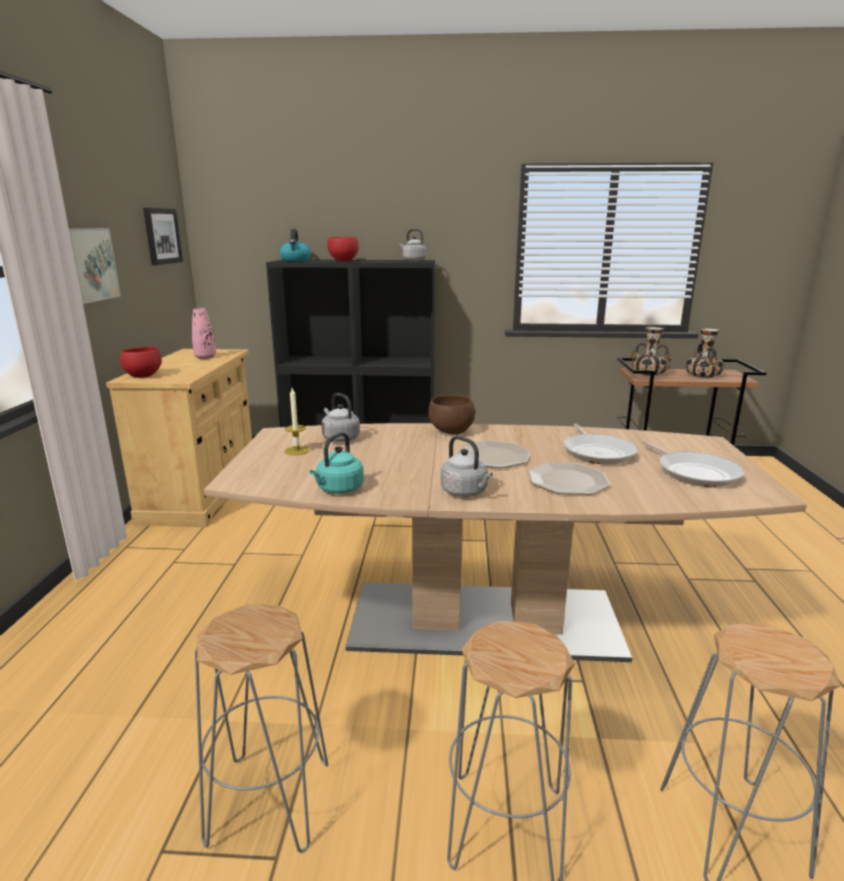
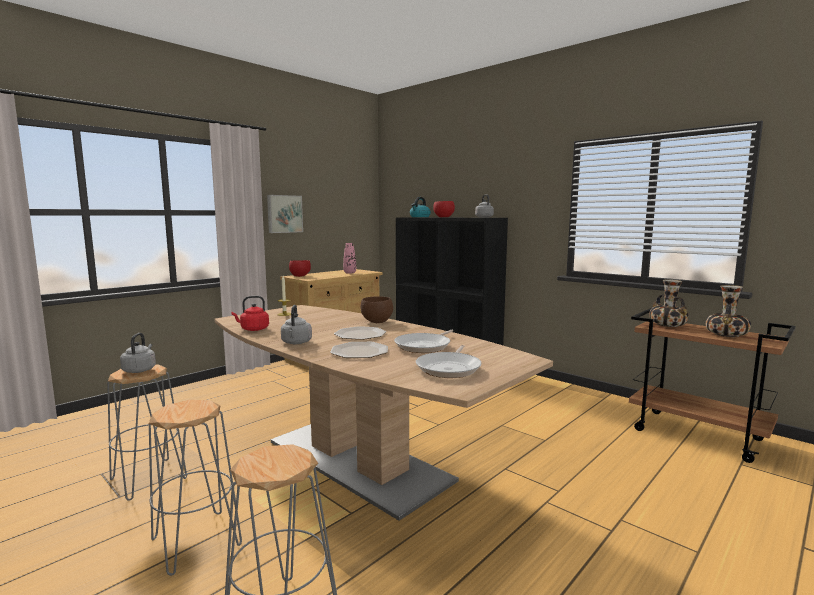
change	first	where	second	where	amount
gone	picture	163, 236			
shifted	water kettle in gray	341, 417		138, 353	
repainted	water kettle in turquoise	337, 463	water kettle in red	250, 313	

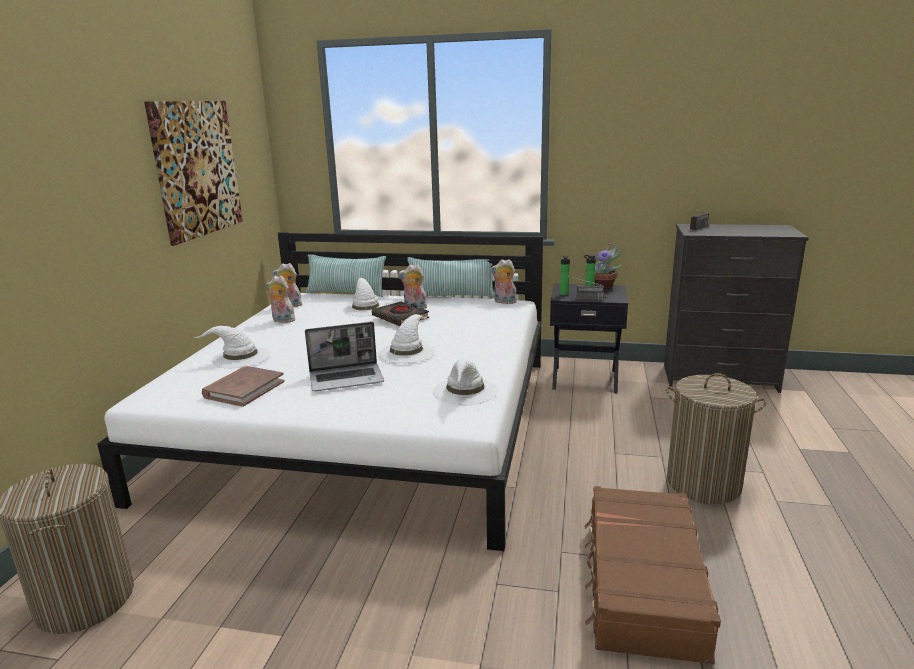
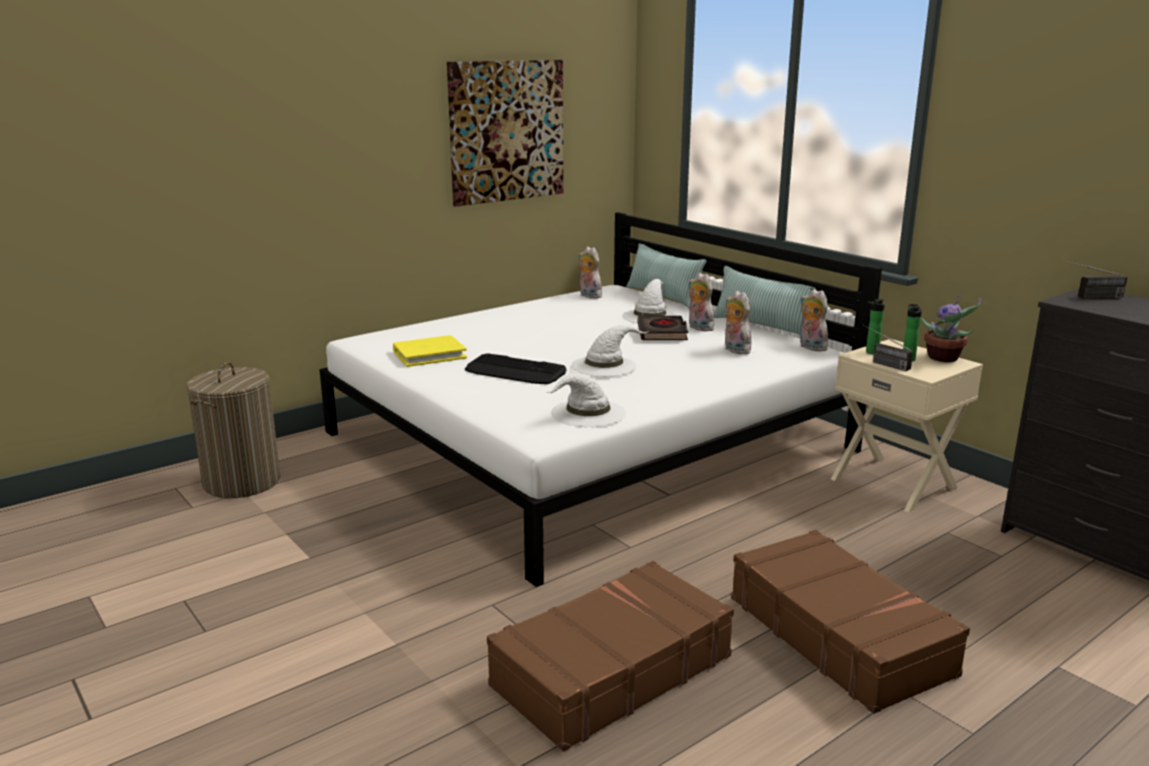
change	first	where	second	where	amount
shifted	plush toy	280, 299		738, 322	
repainted	bedside table in black-coloured	589, 338	bedside table in beige-coloured	907, 426	
swapped	portable computer	344, 356	computer keyboard	516, 368	
gone	wearable hat in whitish	232, 347			
repainted	volume in brown	243, 386	volume in yellow	430, 351	
swapped	laundry basket	716, 438	suitcase in brown	850, 622	

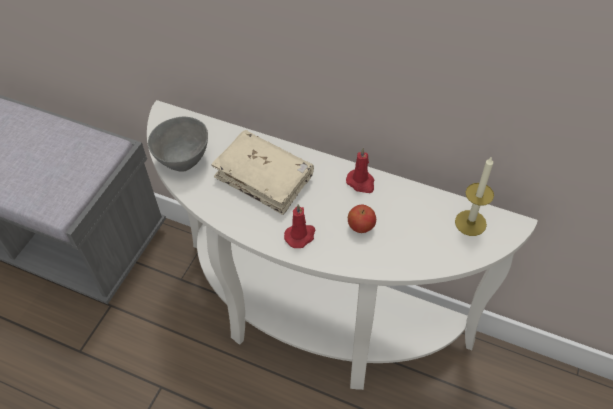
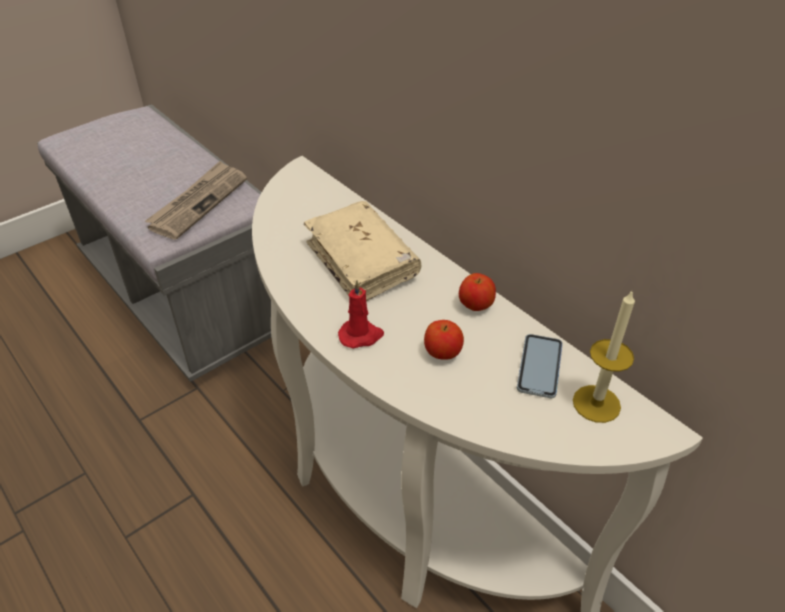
change	first	where	second	where	amount
gone	serving bowl in gray	178, 144			
swapped	candle in red	360, 170	apple	477, 292	
new			daily paper	196, 200	
new			handset	540, 366	

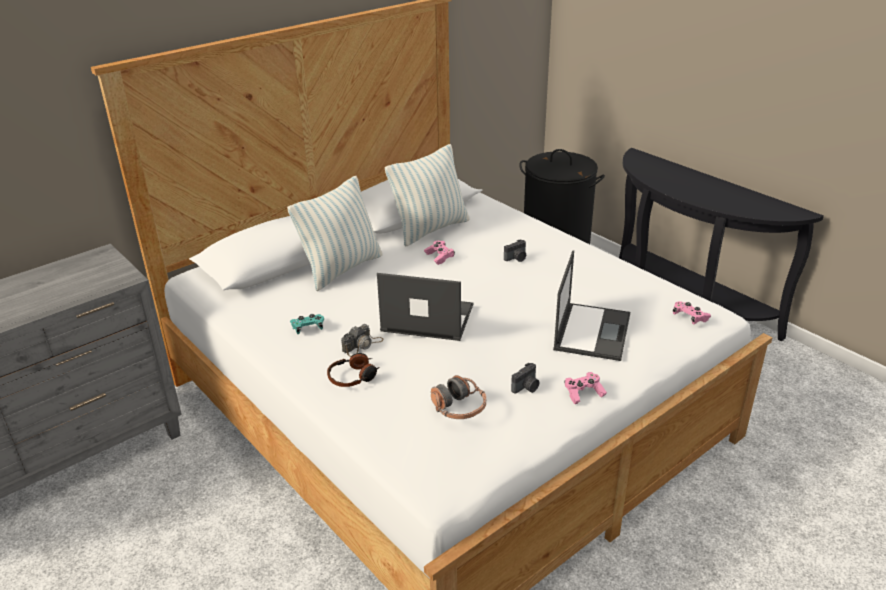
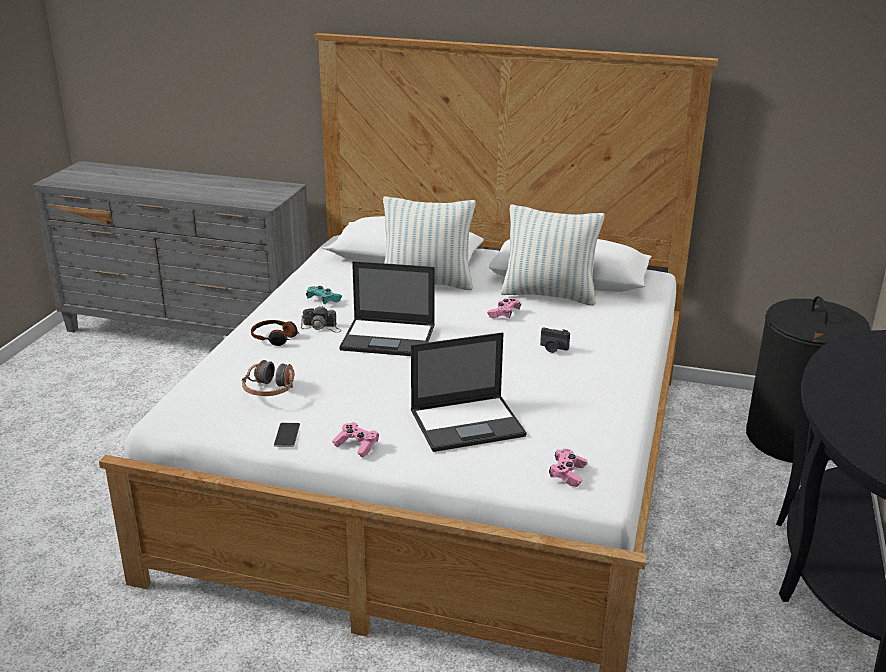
change	first	where	second	where	amount
rotated	portable computer	425, 307		387, 308	120 degrees clockwise
gone	photo camera	525, 378			
new			handset	287, 435	

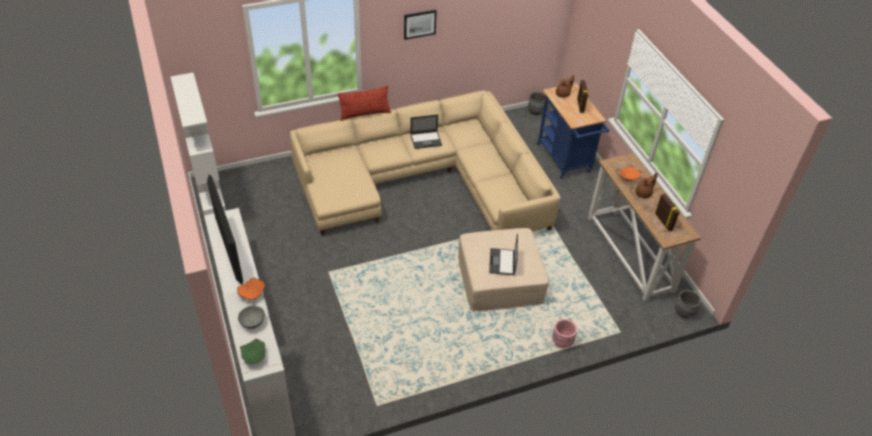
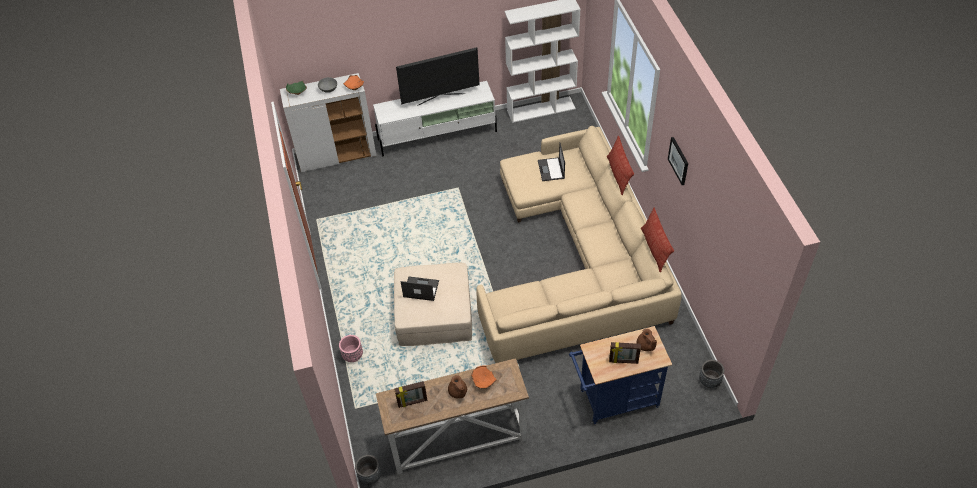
change	first	where	second	where	amount
shifted	portable computer	426, 131		551, 161	
new			cushion	657, 240	

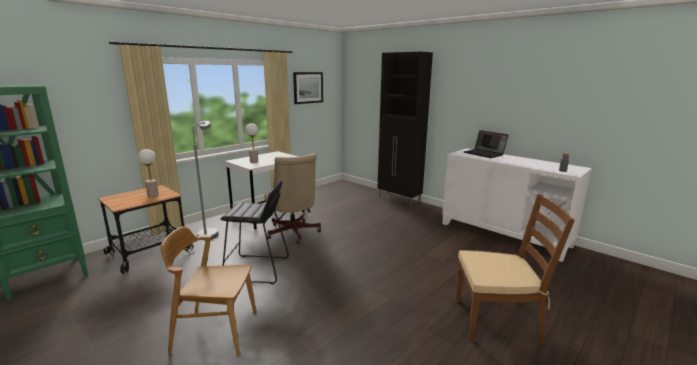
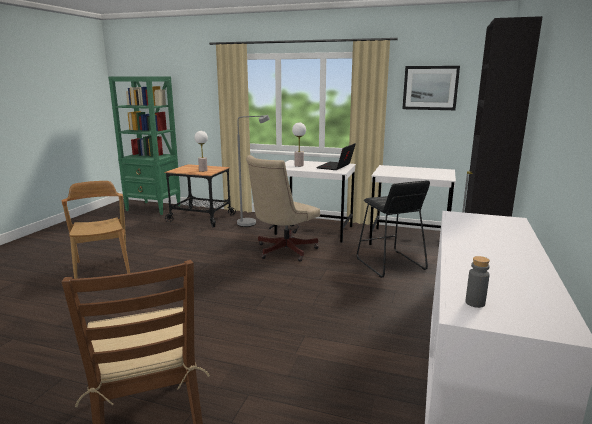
change	first	where	second	where	amount
shifted	portable computer	486, 144		336, 156	
shifted	stool in black-coloured	254, 232		393, 229	
new			desk in whitish	412, 205	

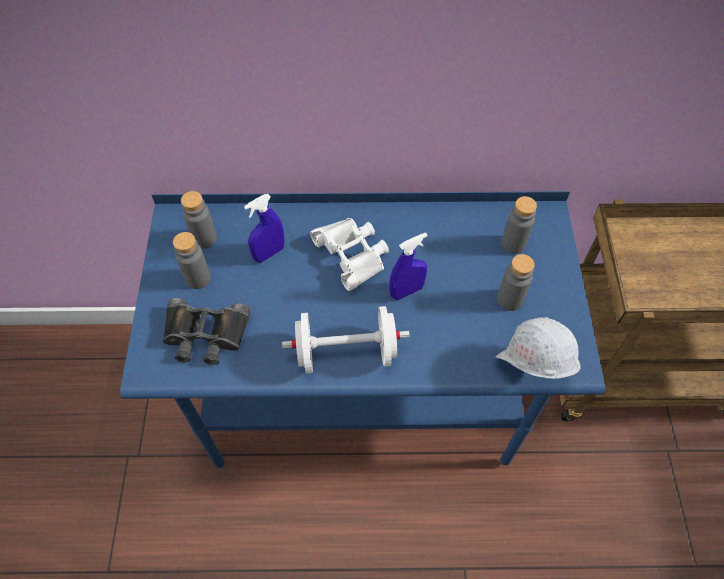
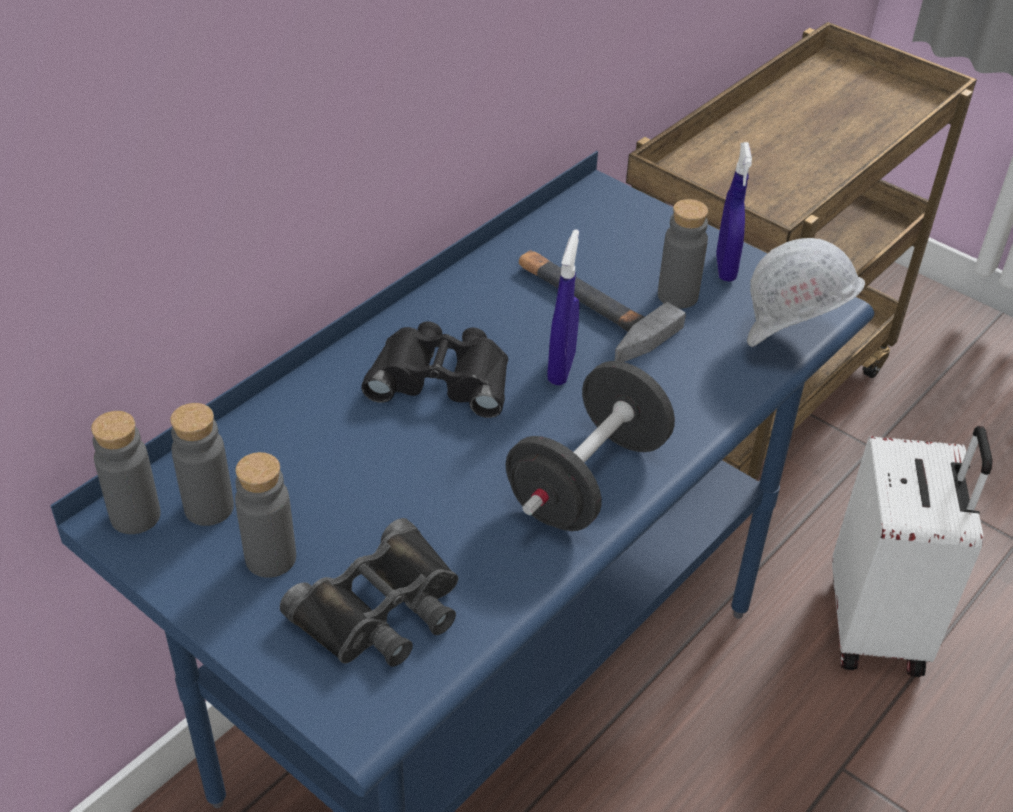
change	first	where	second	where	amount
shifted	hand sprayer in blue	264, 228		734, 211	
shifted	bottle in gray	519, 225		126, 472	
repainted	binoculars in whitish	349, 254	binoculars in black-coloured	434, 369	
repainted	dumbbell in whitish	346, 339	dumbbell in black-coloured	590, 446	
new			tool hammer	602, 306	
new			suitcase in whitish	912, 551	

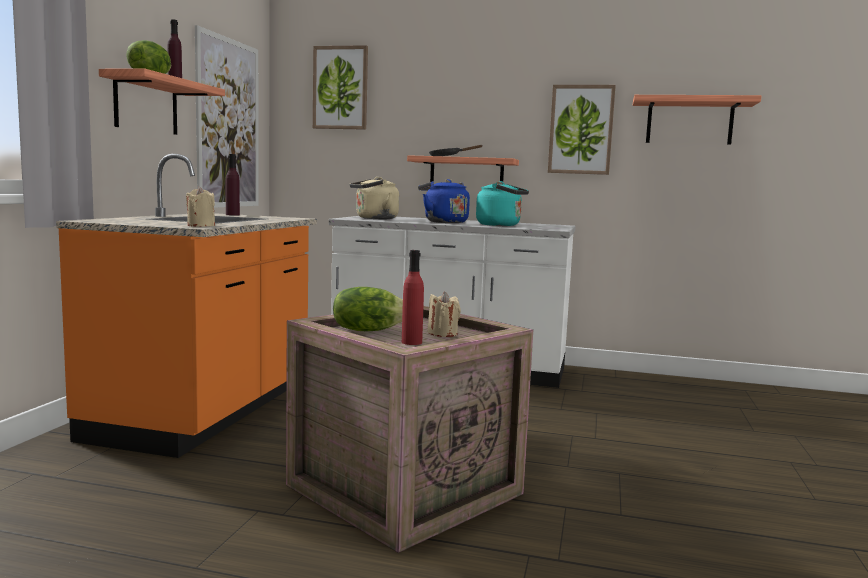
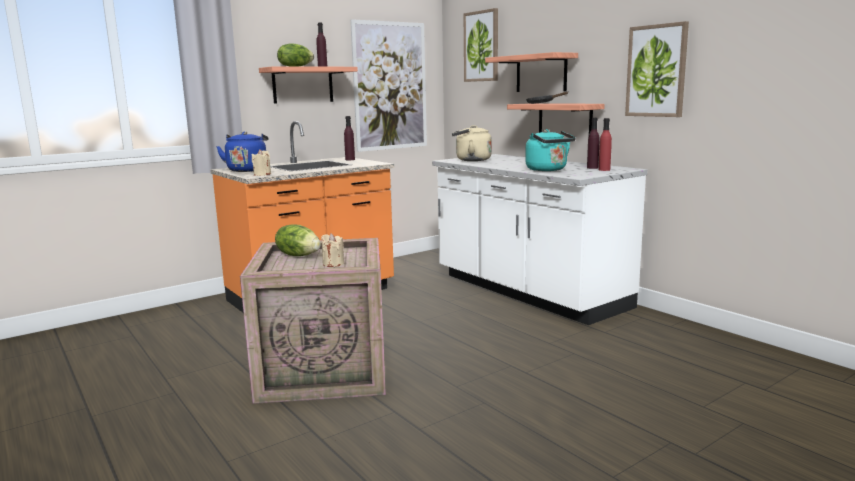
change	first	where	second	where	amount
shifted	wall shelf	697, 120		531, 72	
shifted	water kettle in blue	444, 201		242, 151	
shifted	bottle in red	413, 297		605, 144	
new			bottle in purple-coloured	593, 143	

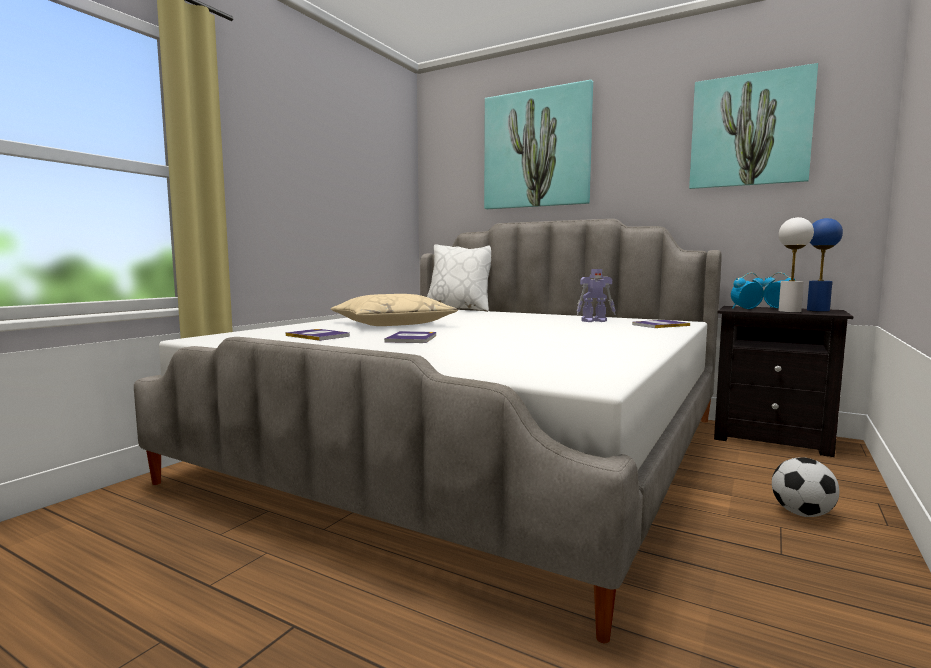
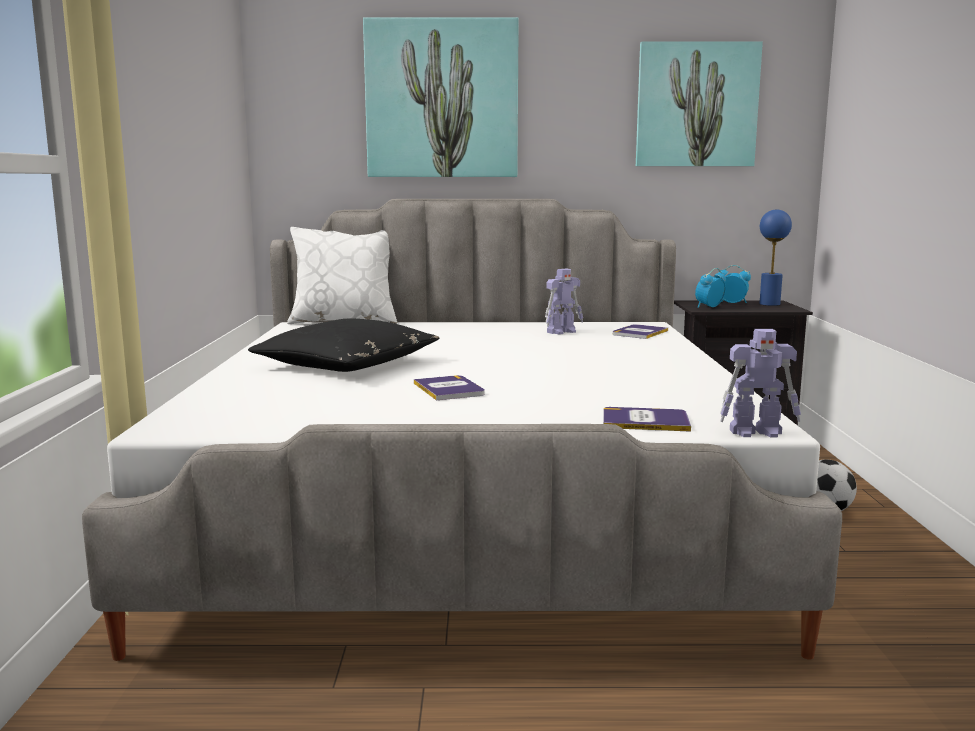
change	first	where	second	where	amount
gone	table lamp in whitish	796, 264			
repainted	cushion in beige-coloured	394, 310	cushion in black-coloured	343, 345	
shifted	volume	318, 335		647, 419	
new			toy robot	760, 383	

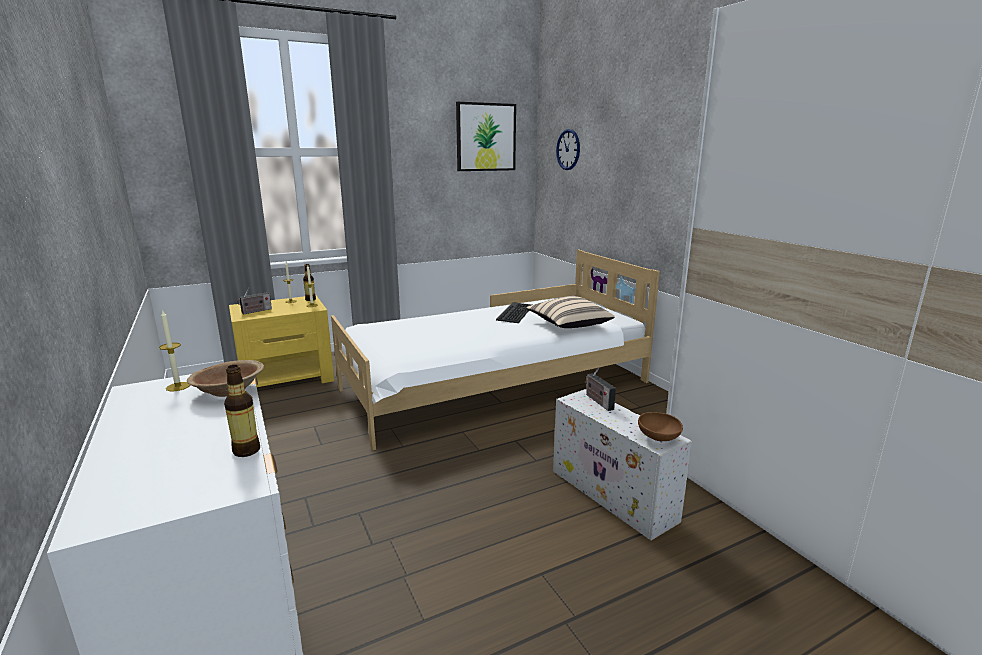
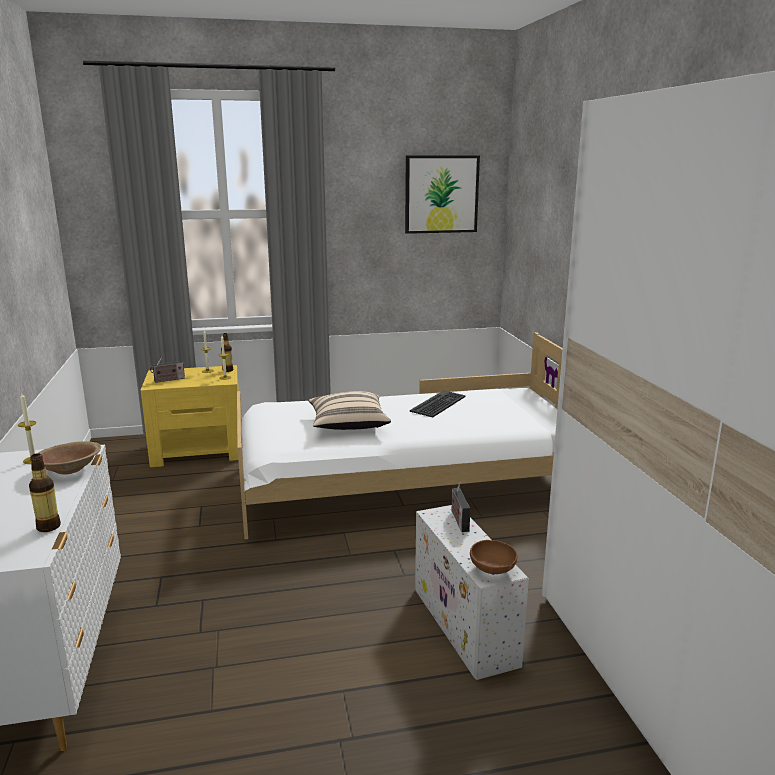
change	first	where	second	where	amount
gone	clock on the wall	568, 149			
shifted	cushion in beige-coloured	570, 312		350, 410	

